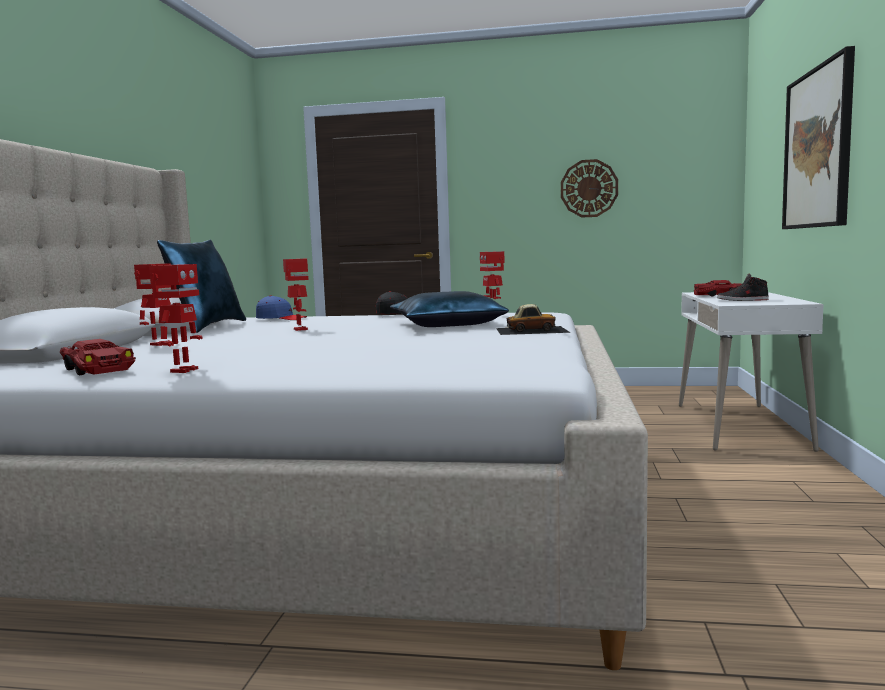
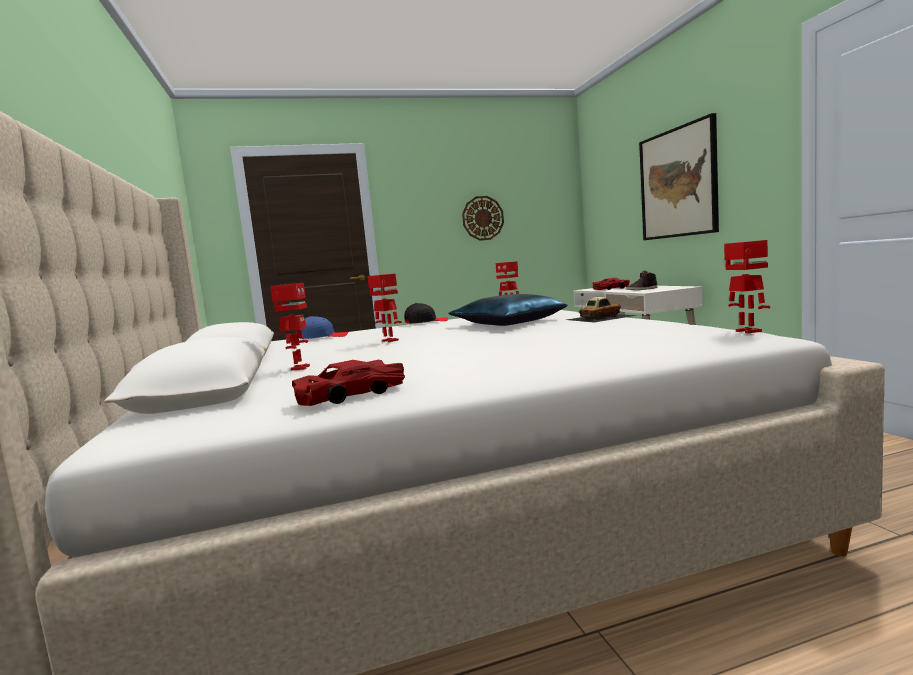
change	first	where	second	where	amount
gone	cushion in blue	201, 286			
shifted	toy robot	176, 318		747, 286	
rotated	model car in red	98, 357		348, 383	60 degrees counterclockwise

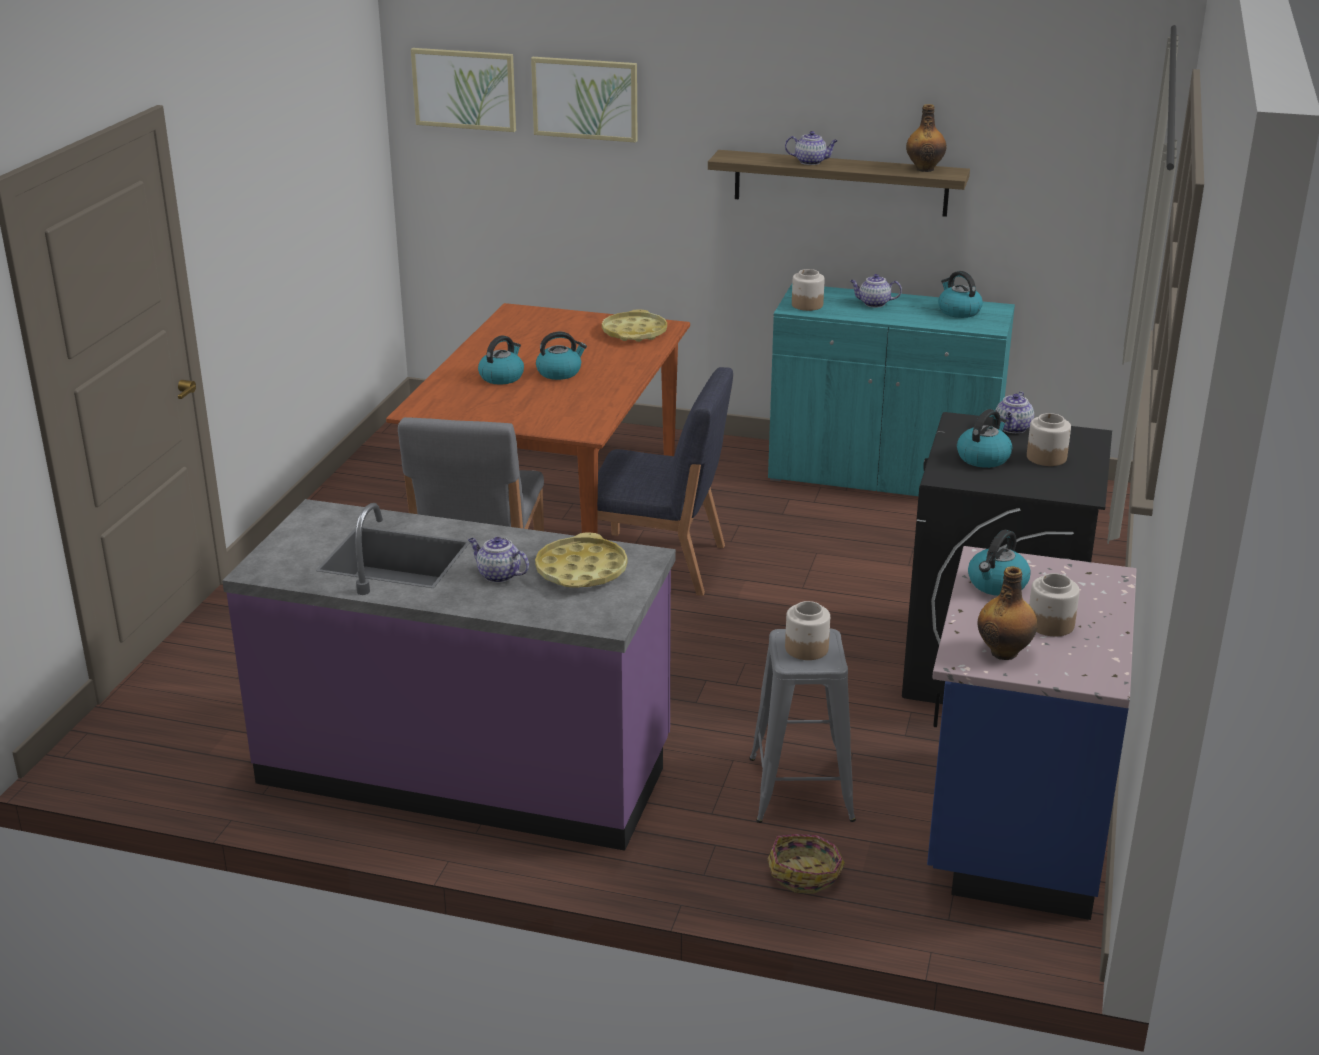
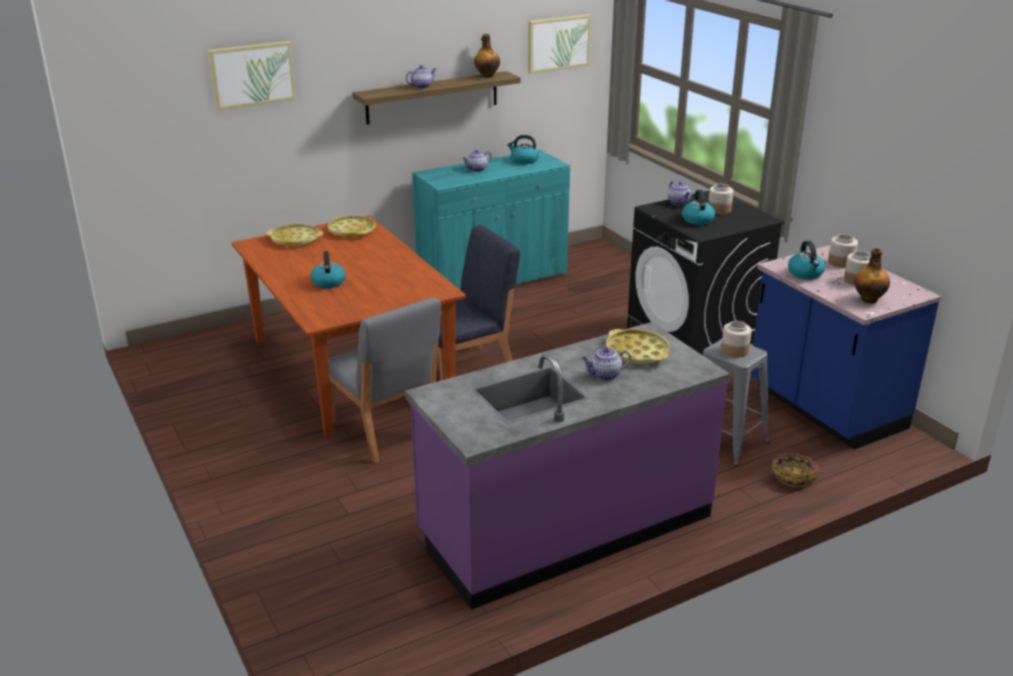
change	first	where	second	where	amount
shifted	picture	463, 90		559, 44	
shifted	storage jar	808, 290		843, 251	
gone	water kettle	561, 355			
new			tray in yellow	295, 235	

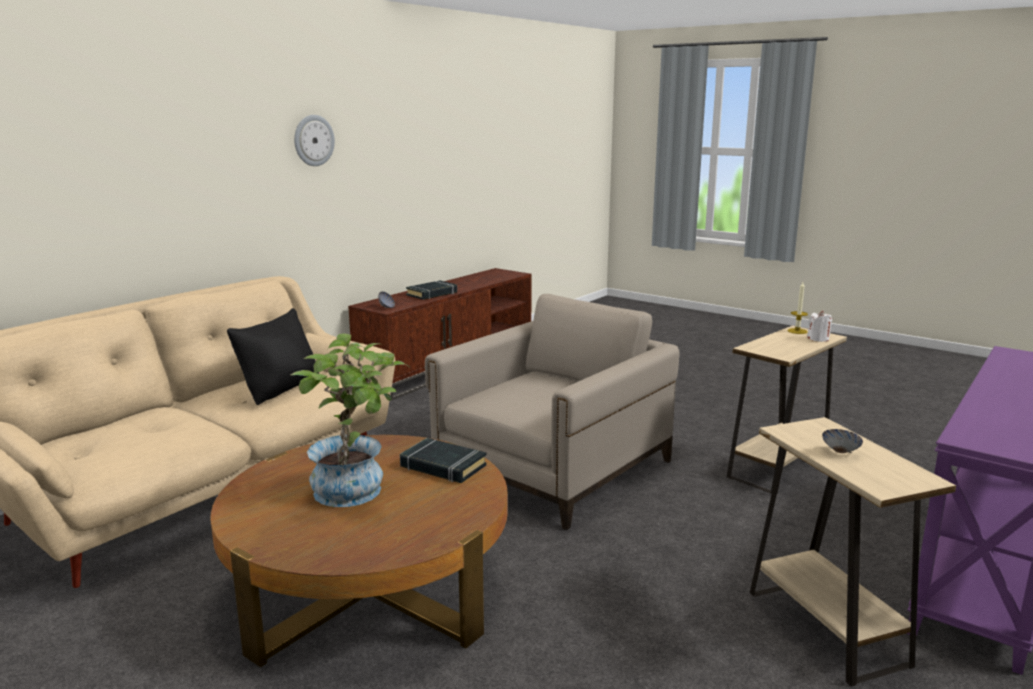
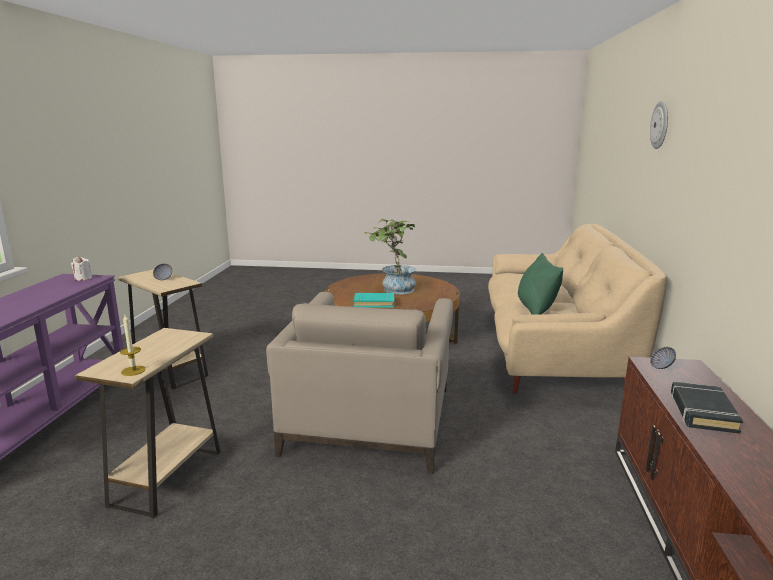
change	first	where	second	where	amount
shifted	clock on the wall	314, 140		659, 125	
repainted	cushion in black-coloured	273, 356	cushion in greenish	540, 284	
shifted	candle in whitish	819, 326		81, 269	
repainted	volume in black-coloured	443, 460	volume in turquoise	374, 300	

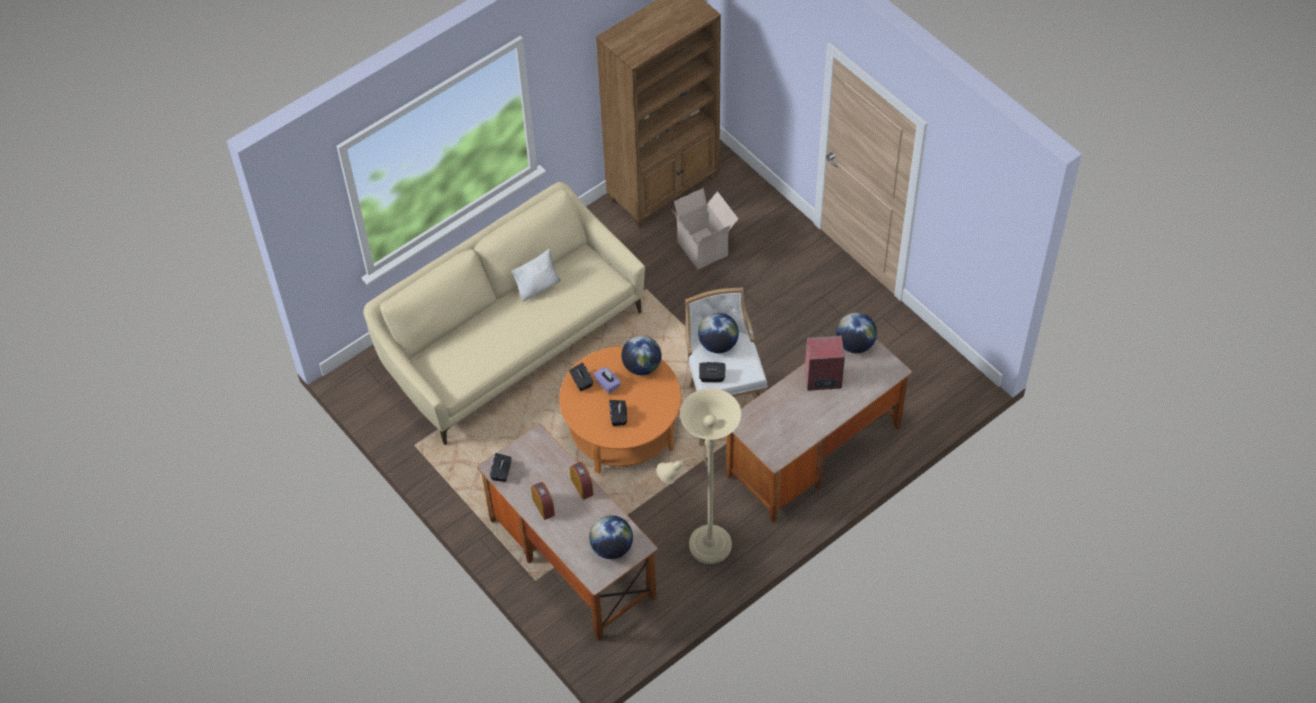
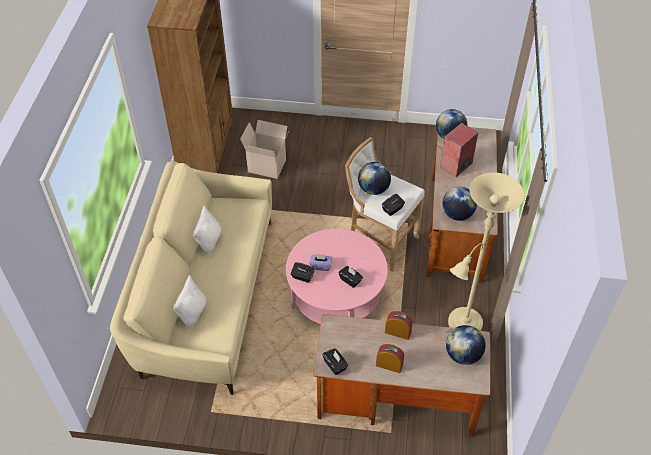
change	first	where	second	where	amount
shifted	globe	642, 355		459, 204	
repainted	low table in orange-coloured	620, 410	low table in pink	337, 276	
new			cushion in whitish	190, 302	

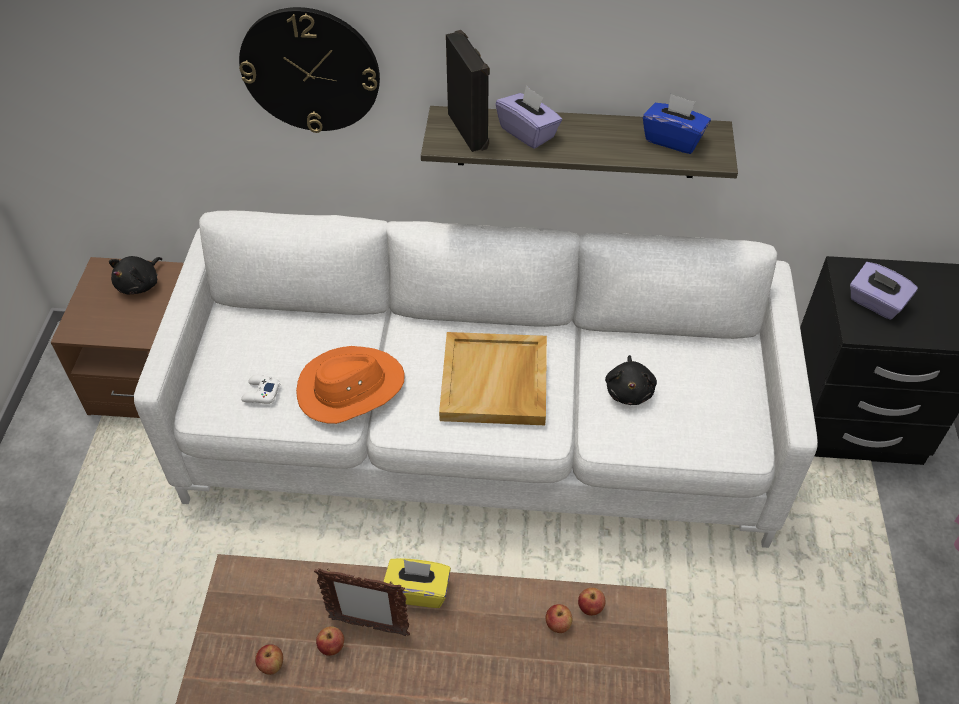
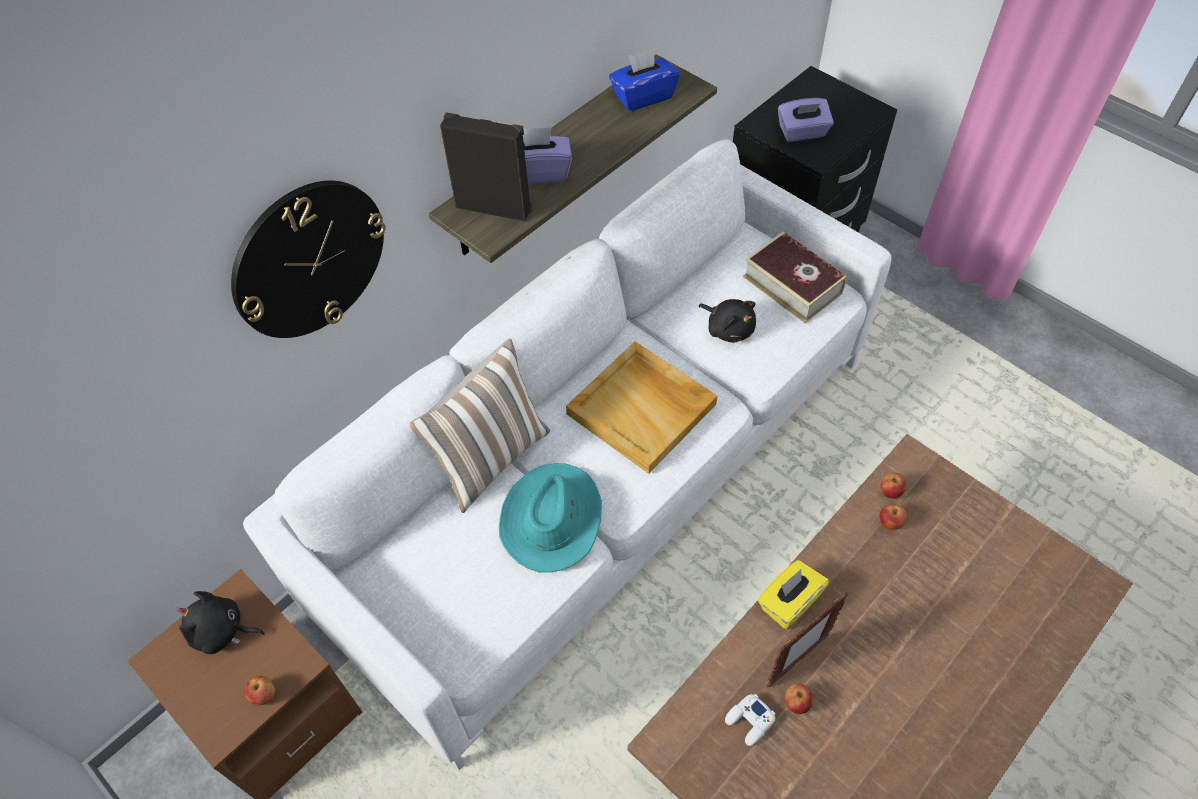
change	first	where	second	where	amount
rotated	plush toy in black-coloured	135, 275		221, 622	120 degrees clockwise
repainted	wearable hat in orange-coloured	350, 385	wearable hat in turquoise	550, 518	
shifted	joypad in whitish	260, 389		750, 720	
shifted	apple	269, 659		260, 690	
new			volume	795, 277	
new			cushion	479, 426	

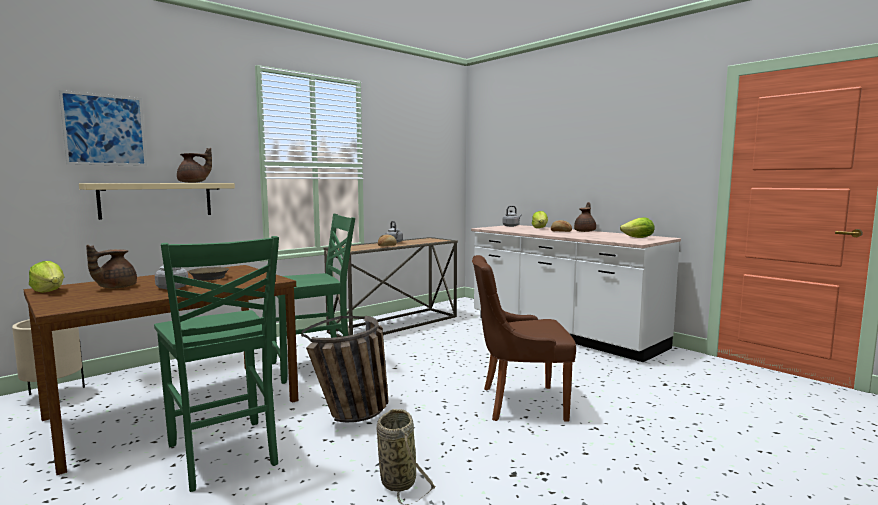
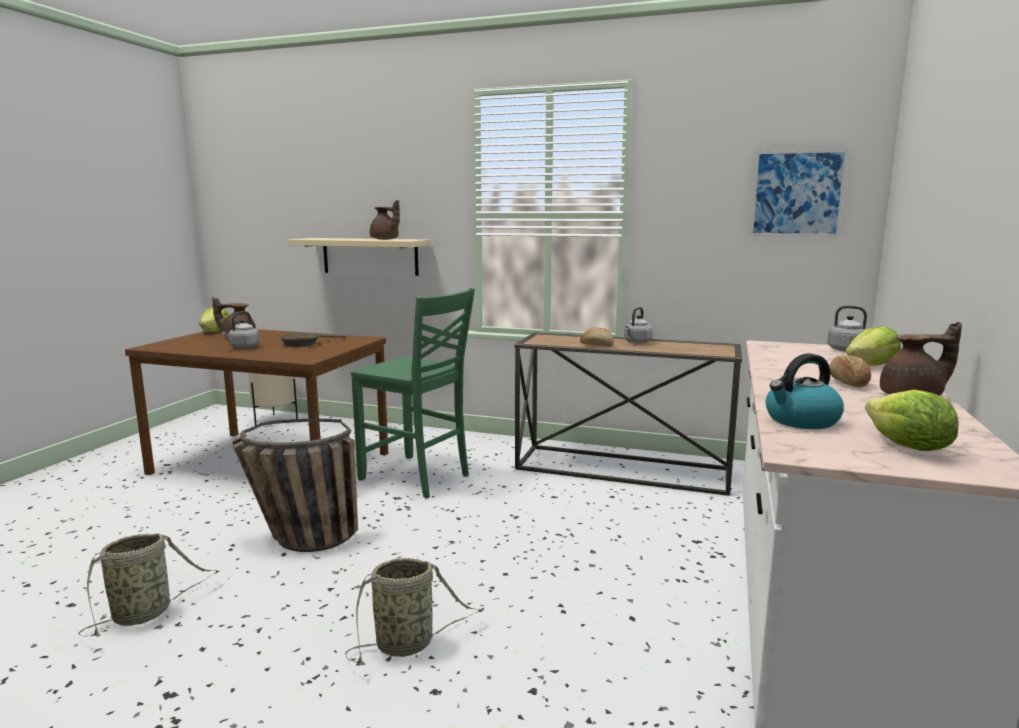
change	first	where	second	where	amount
shifted	picture	103, 128		799, 193	
gone	plain chair in greenish	216, 364			
swapped	plain chair in brown	524, 338	household basket	414, 611	
new			water kettle	805, 391	

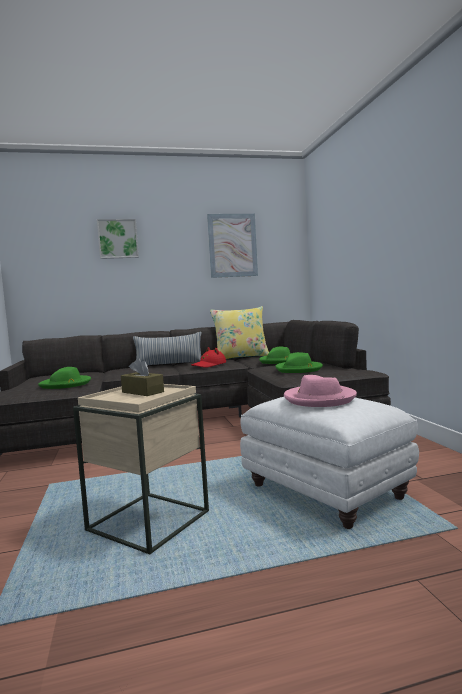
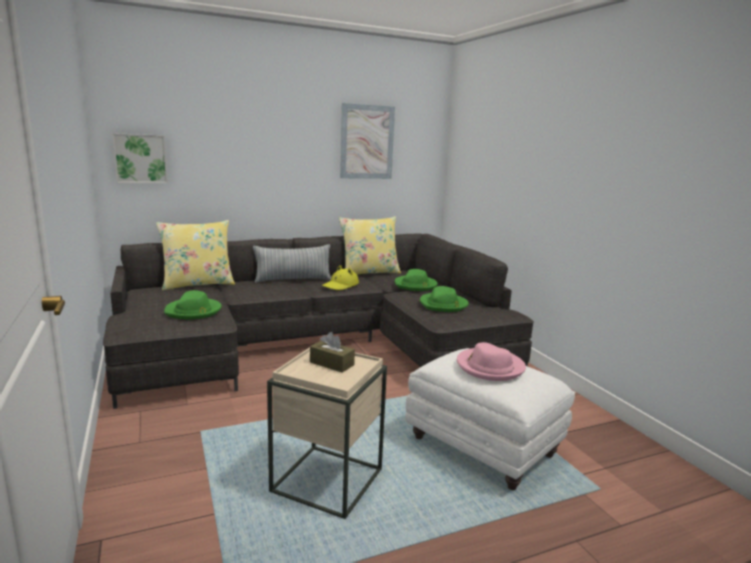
change	first	where	second	where	amount
shifted	picture	118, 239		140, 158	
repainted	wearable hat in red	208, 357	wearable hat in yellow	340, 277	
new			cushion in yellow	195, 255	

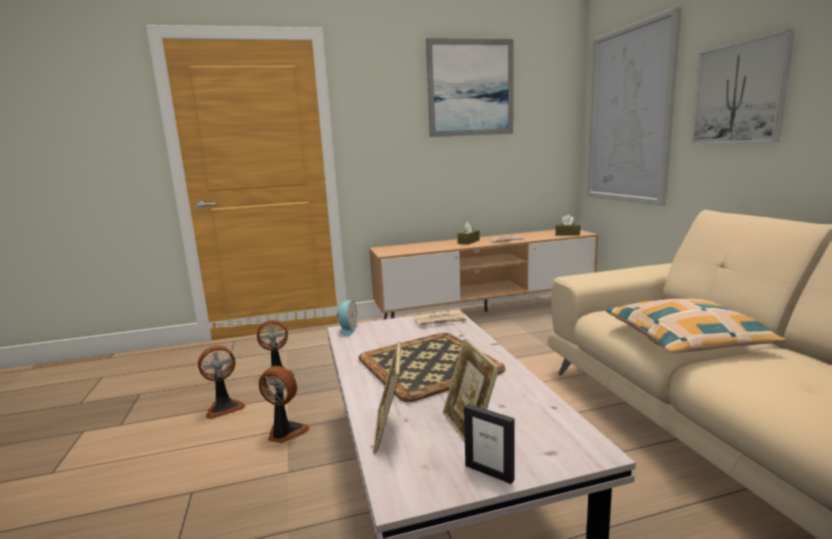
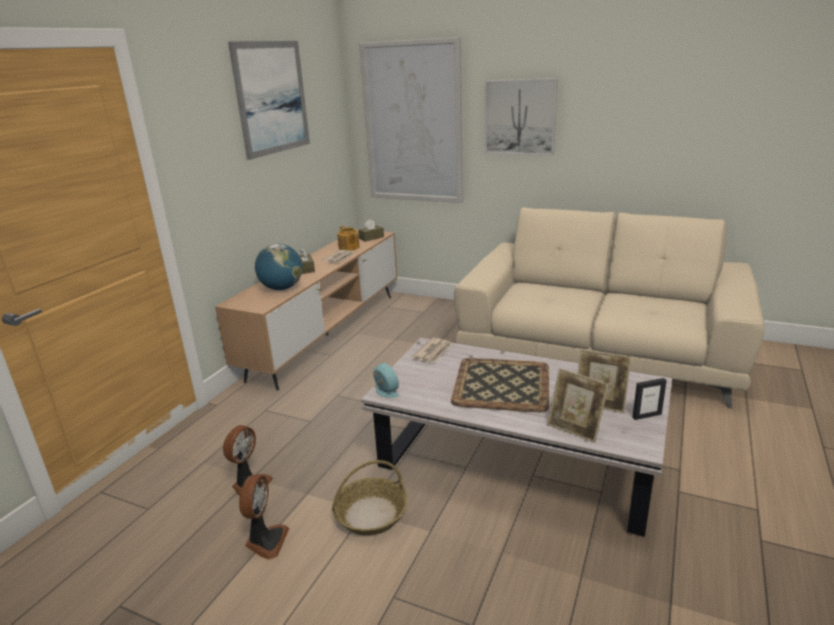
change	first	where	second	where	amount
gone	cushion	696, 325			
swapped	fan	284, 404	household basket	369, 498	
new			tea pot	348, 238	
new			globe	278, 267	

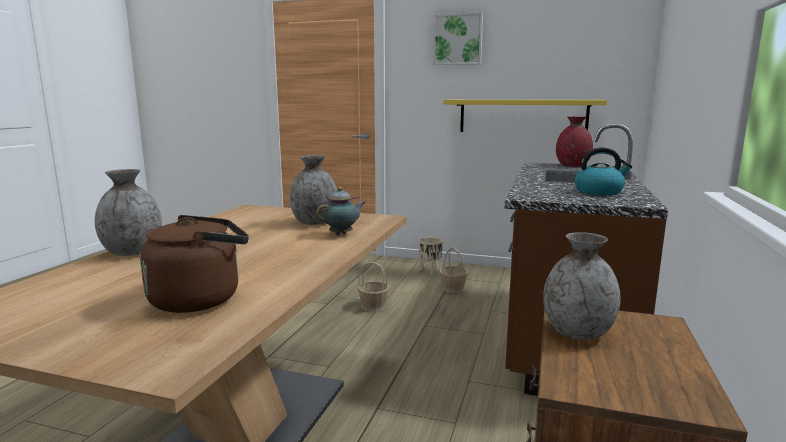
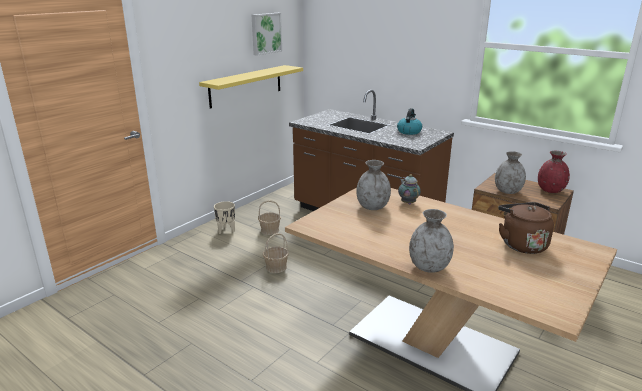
change	first	where	second	where	amount
shifted	picture	458, 38		267, 34	
shifted	vase in red	574, 141		554, 172	

